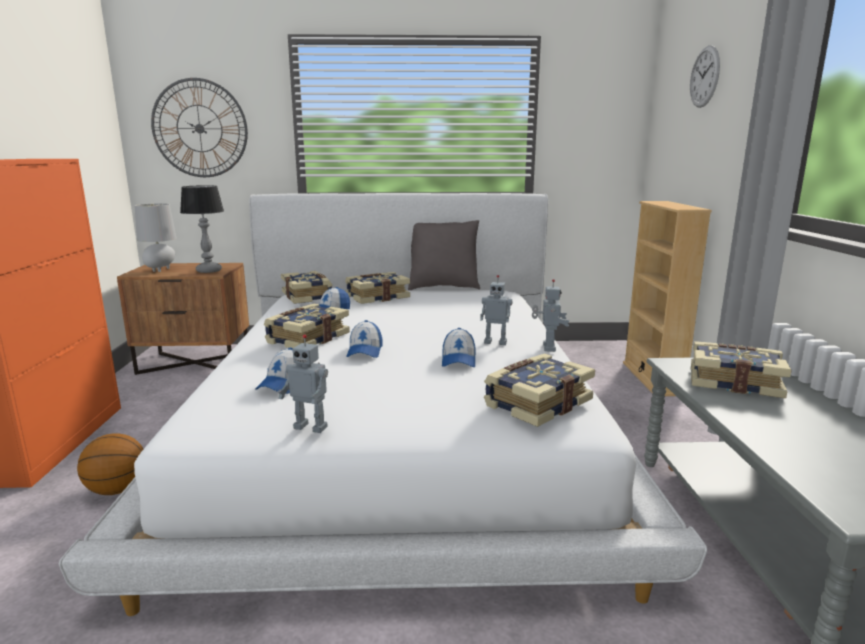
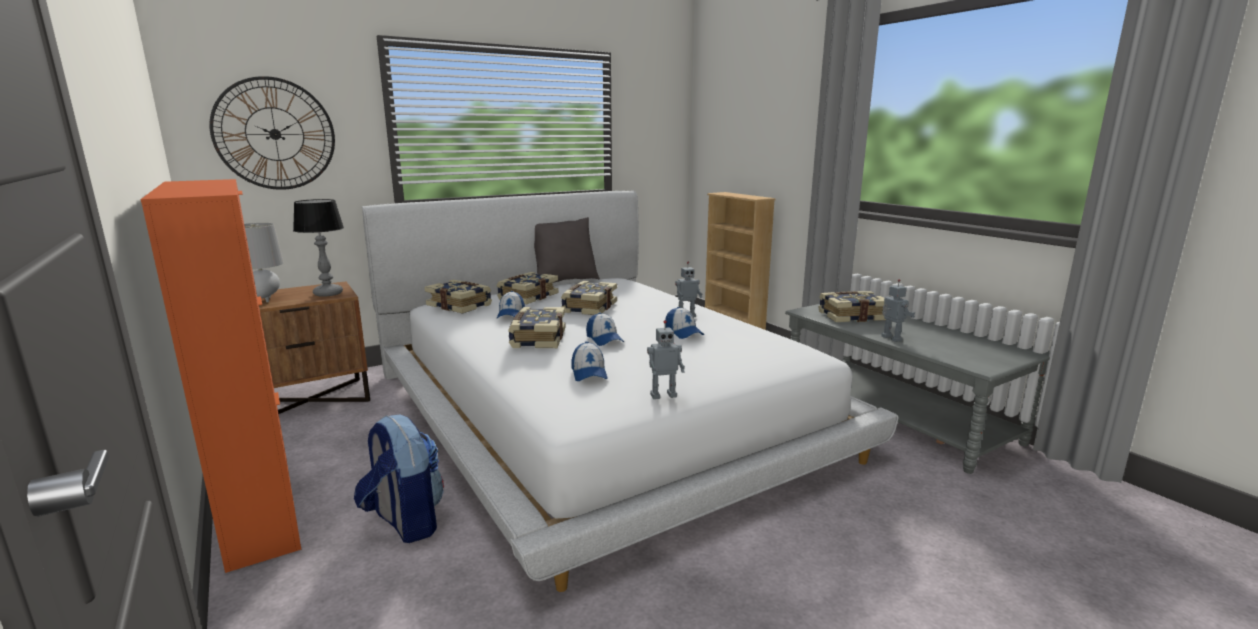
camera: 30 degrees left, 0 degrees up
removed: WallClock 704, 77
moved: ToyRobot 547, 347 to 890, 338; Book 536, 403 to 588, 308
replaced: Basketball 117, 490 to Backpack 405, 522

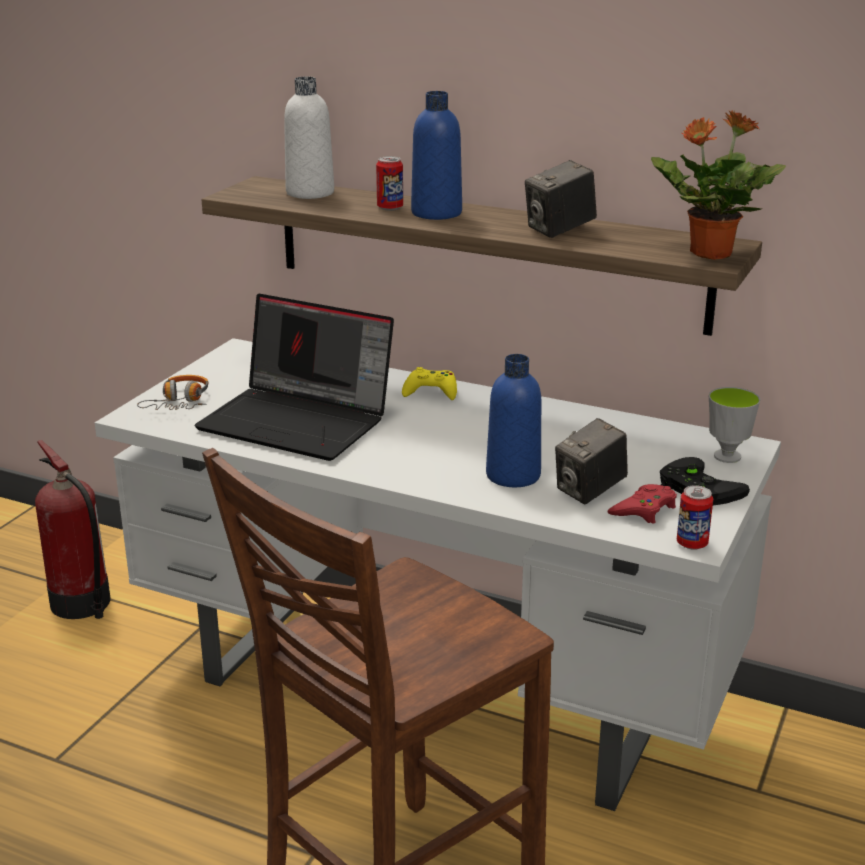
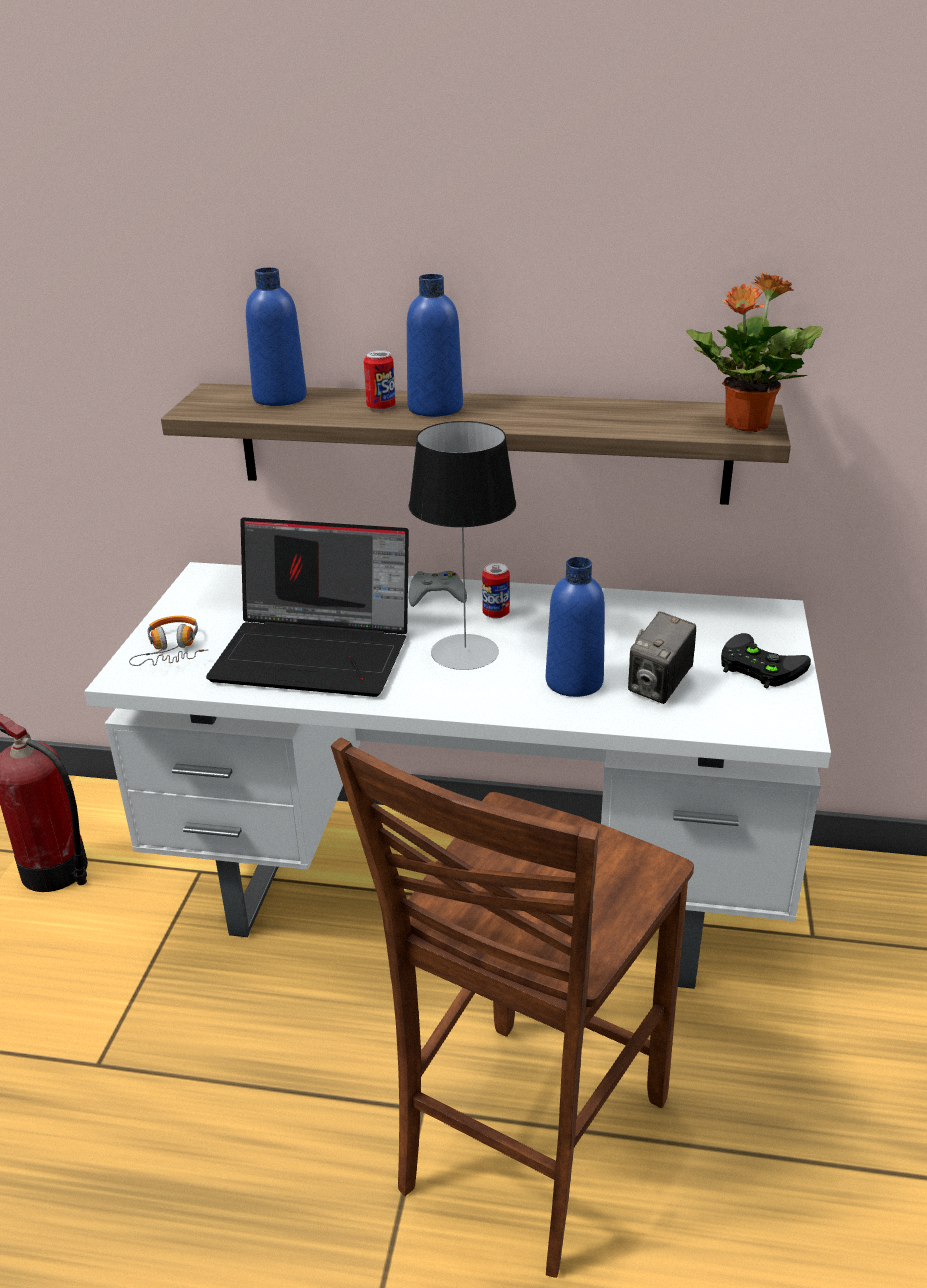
camera: 15 degrees left, 5 degrees up
removed: PhotoCamera 559, 230; Cup 727, 456; RedGameController 644, 509
added: TableLamp 465, 652
moved: Can 692, 544 to 496, 614
recoloured: WhiteBottle 310, 193 to BlueBottle 280, 398; YellowGameController 431, 391 to GreyGameController 436, 595

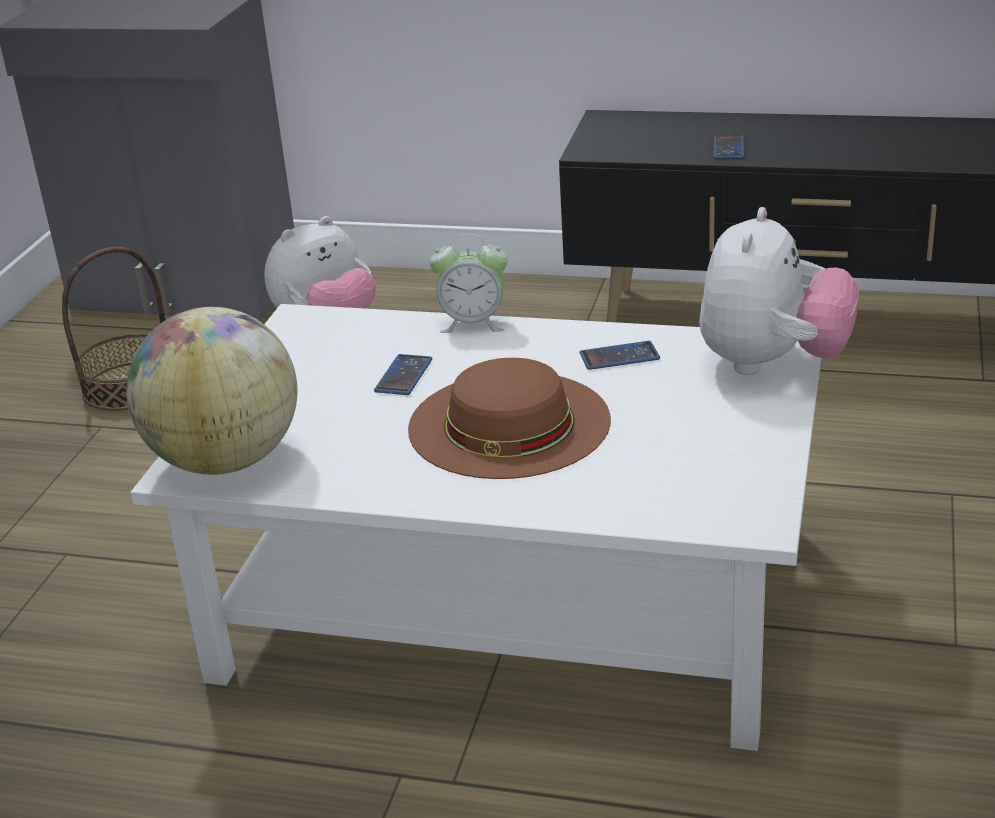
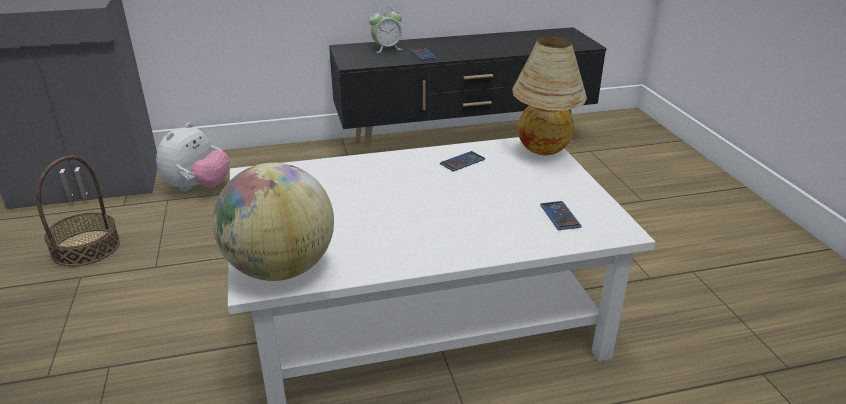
camera: 30 degrees left, 0 degrees up
removed: BrownHat 509, 424
moved: AlarmClock 473, 323 to 386, 49; Phone 403, 376 to 560, 216
replaced: PlushToy 772, 363 to TableLamp 542, 151

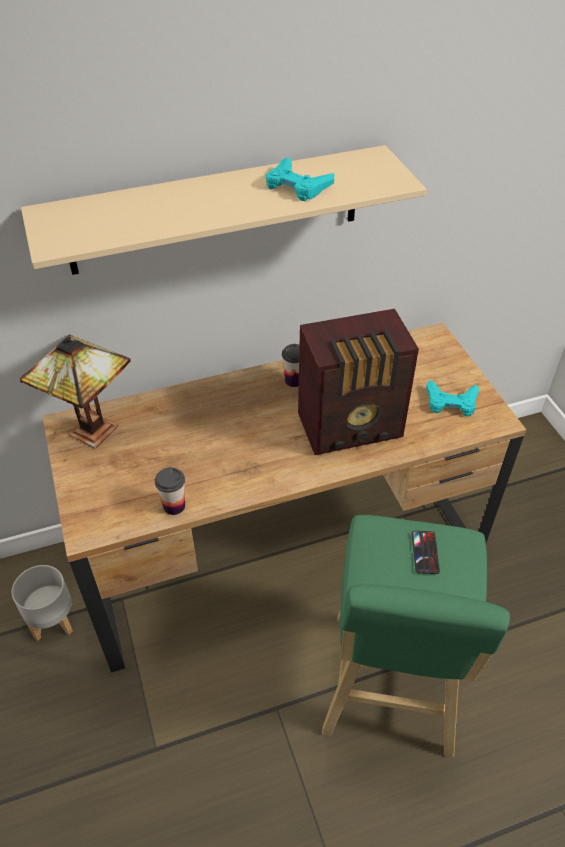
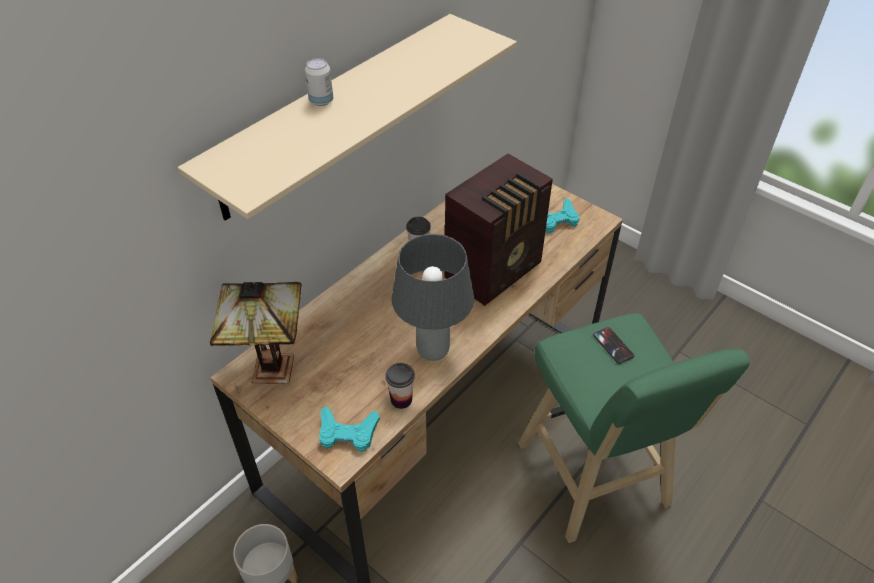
camera: 30 degrees left, 0 degrees up
added: Can 321, 101; GreyTableLamp 432, 350
moved: TurquoiseGameController 297, 186 to 347, 433

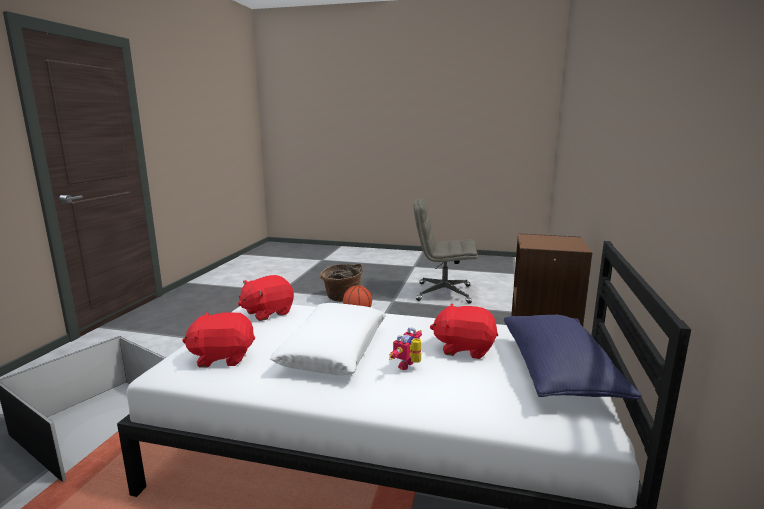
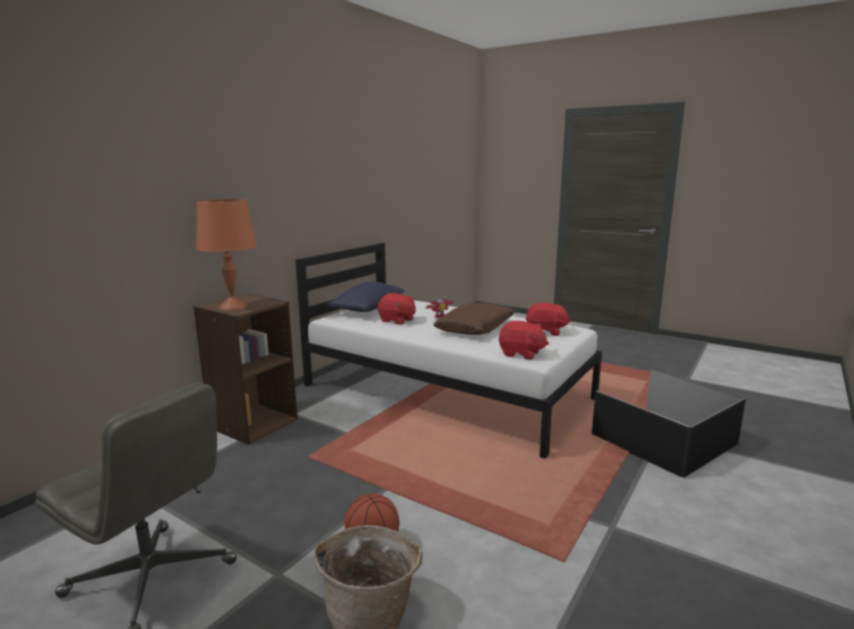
camera: 160 degrees left, 0 degrees up
added: OrangeTableLamp 233, 306
recoloured: WhitePillow 333, 349 to BrownPillow 475, 328
turned: RedPlushToy 267, 312 = 521, 354 45 degrees clockwise

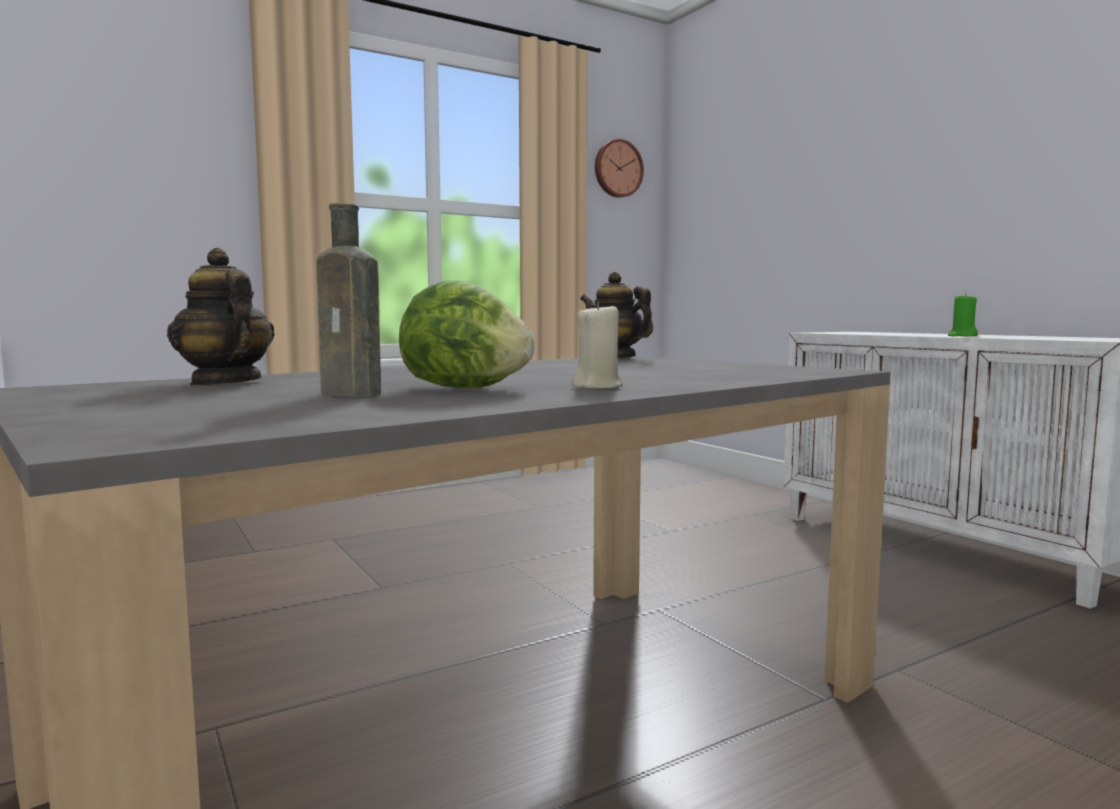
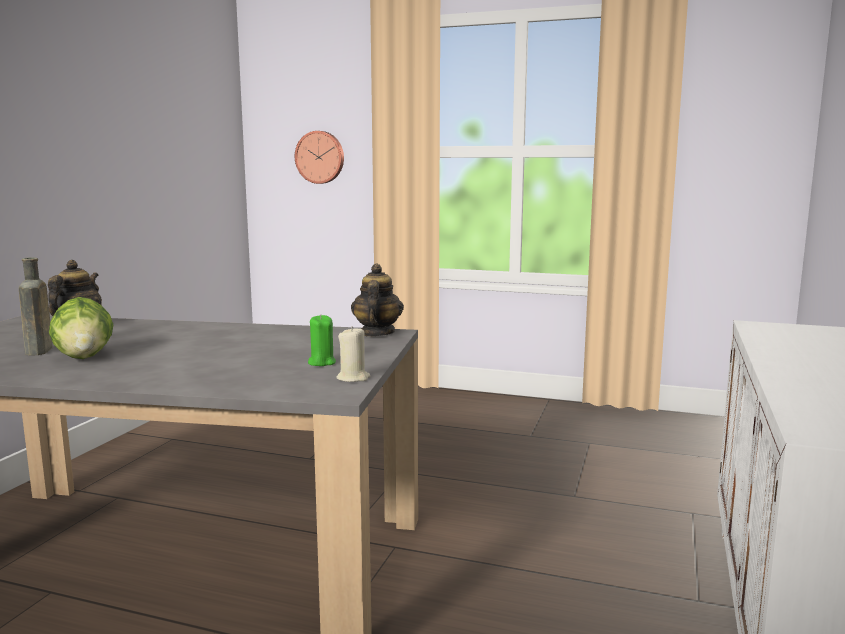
camera: 50 degrees right, 5 degrees up
moved: WallClock 617, 169 to 320, 157; GreenCandle 962, 336 to 321, 362; BeigeCandle 598, 387 to 353, 378

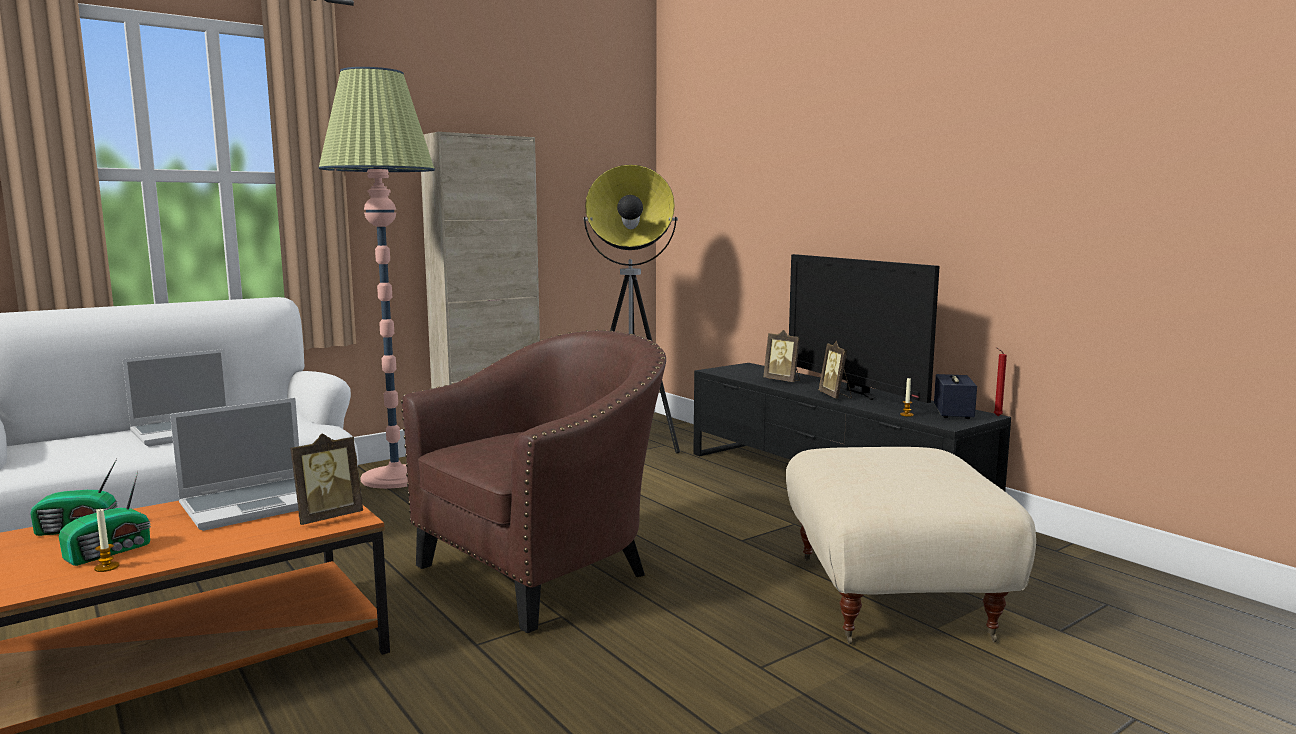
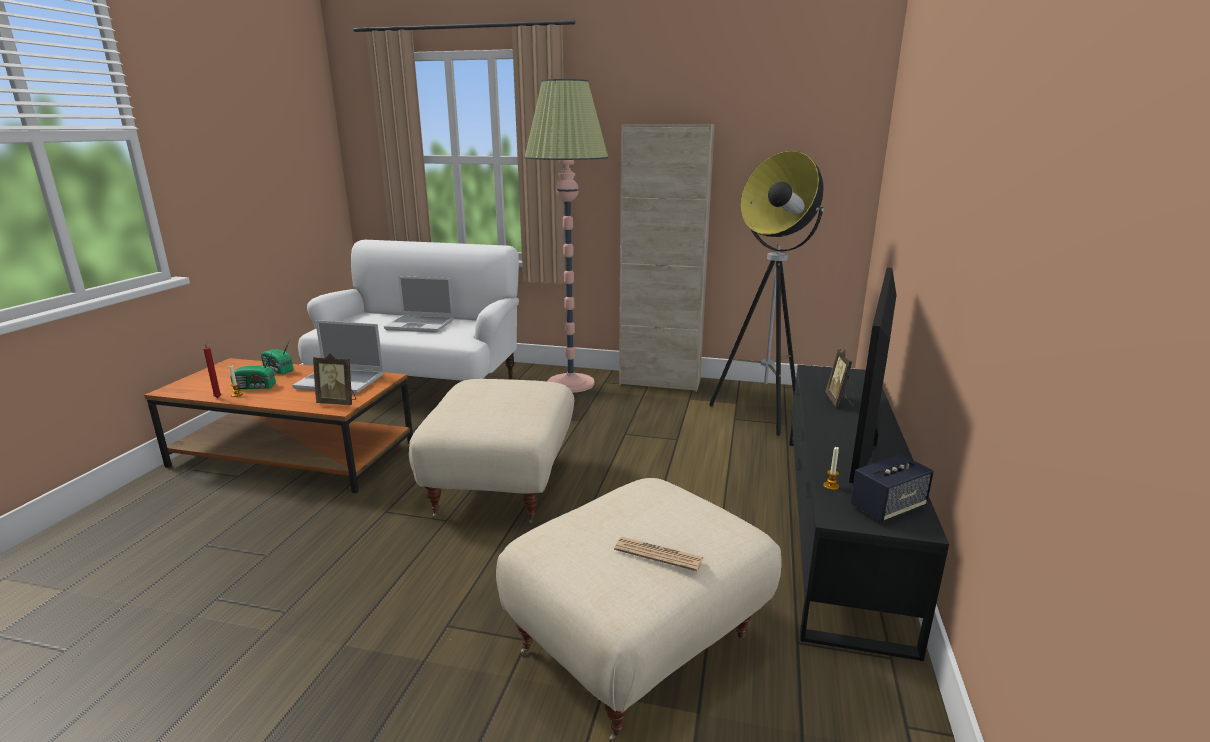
camera: 50 degrees right, 10 degrees up
removed: PictureFrame 835, 396
added: Newspaper 658, 554
moved: RedCandle 996, 416 to 218, 397
replaced: BrownArmchair 546, 570 to BeigeOttoman 503, 486

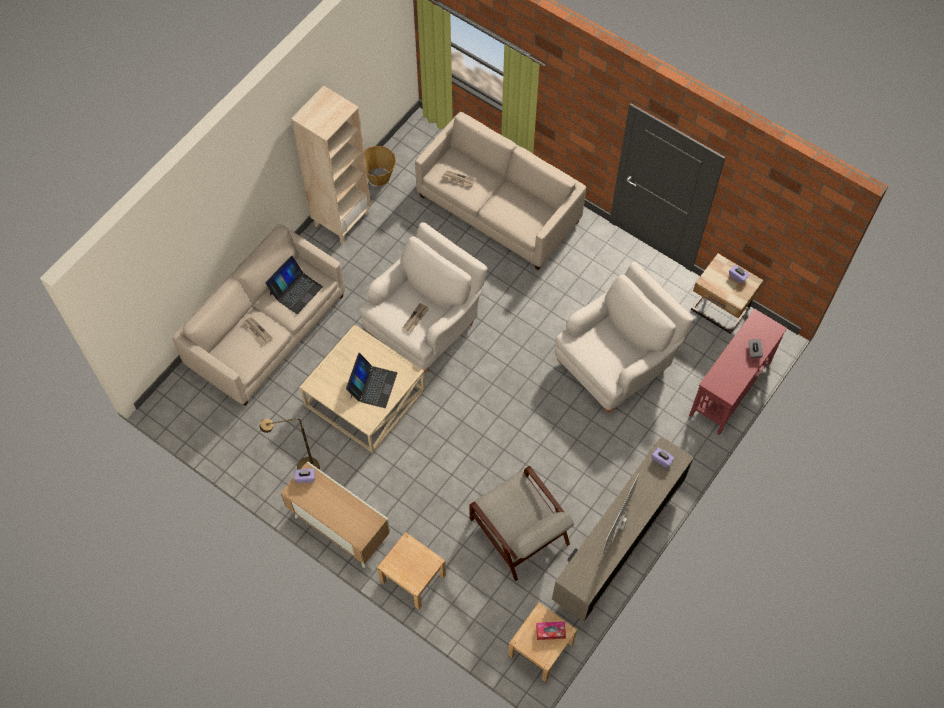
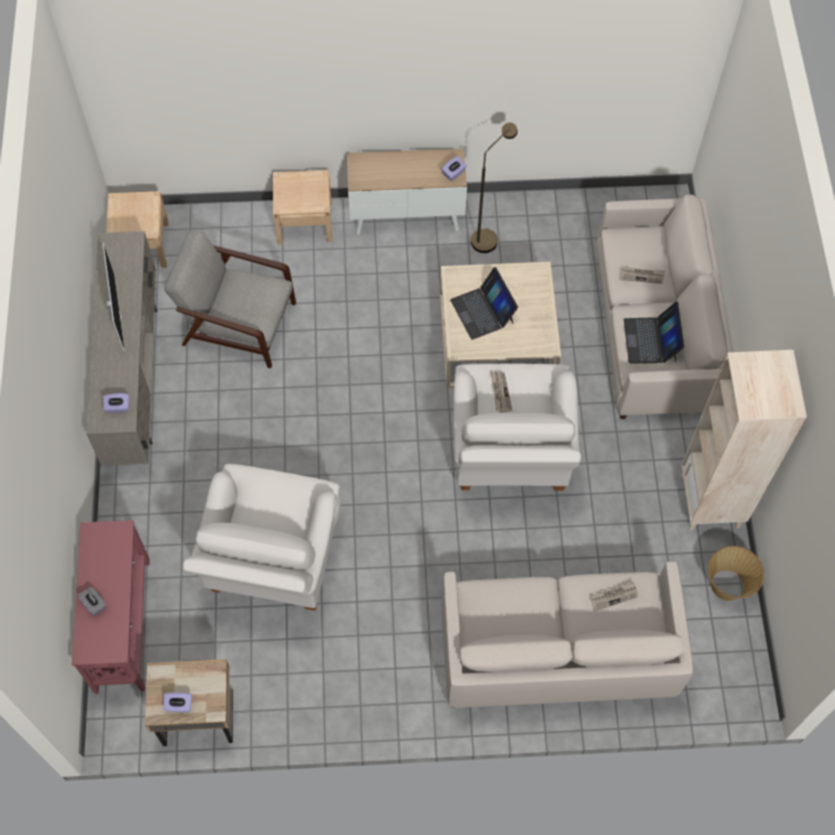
camera: 140 degrees right, 0 degrees up
removed: TissueBox 550, 632

